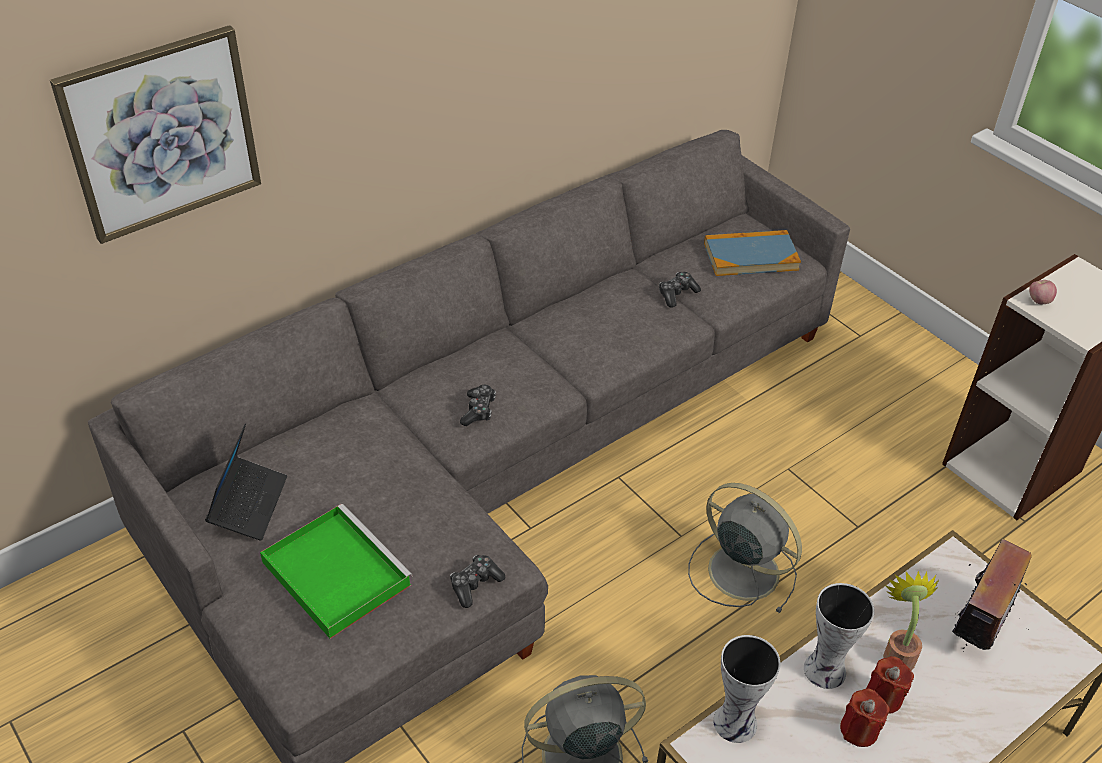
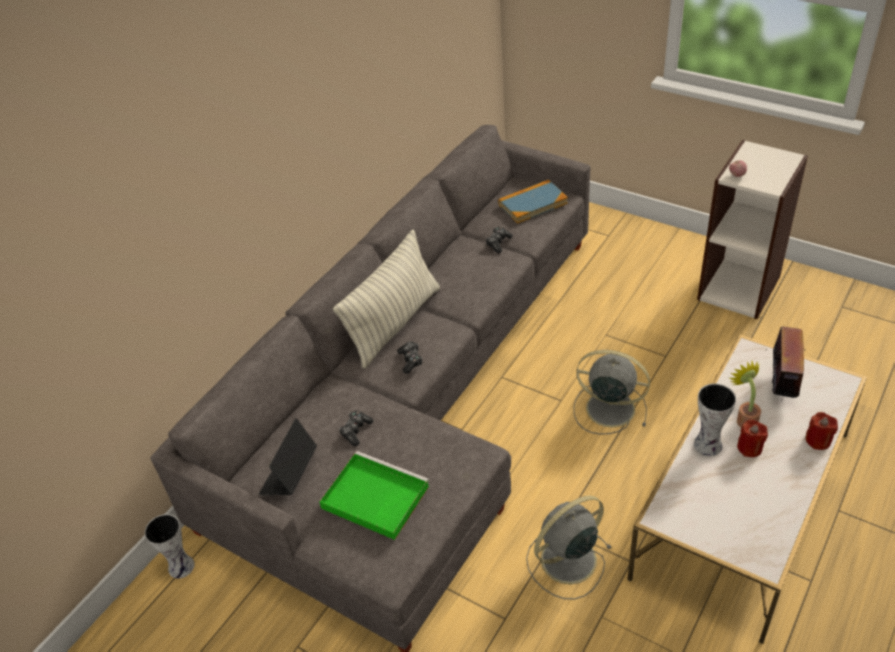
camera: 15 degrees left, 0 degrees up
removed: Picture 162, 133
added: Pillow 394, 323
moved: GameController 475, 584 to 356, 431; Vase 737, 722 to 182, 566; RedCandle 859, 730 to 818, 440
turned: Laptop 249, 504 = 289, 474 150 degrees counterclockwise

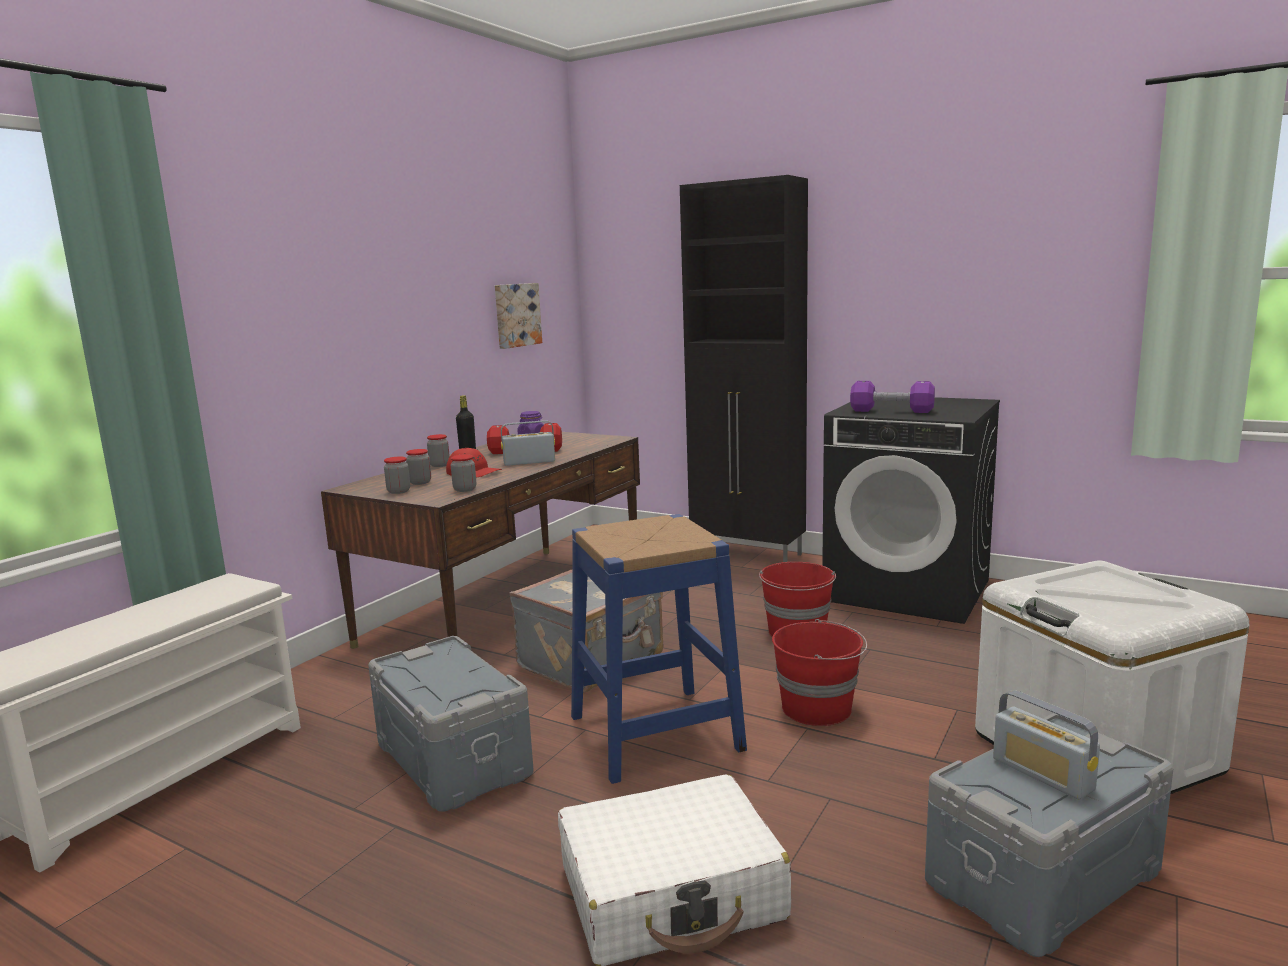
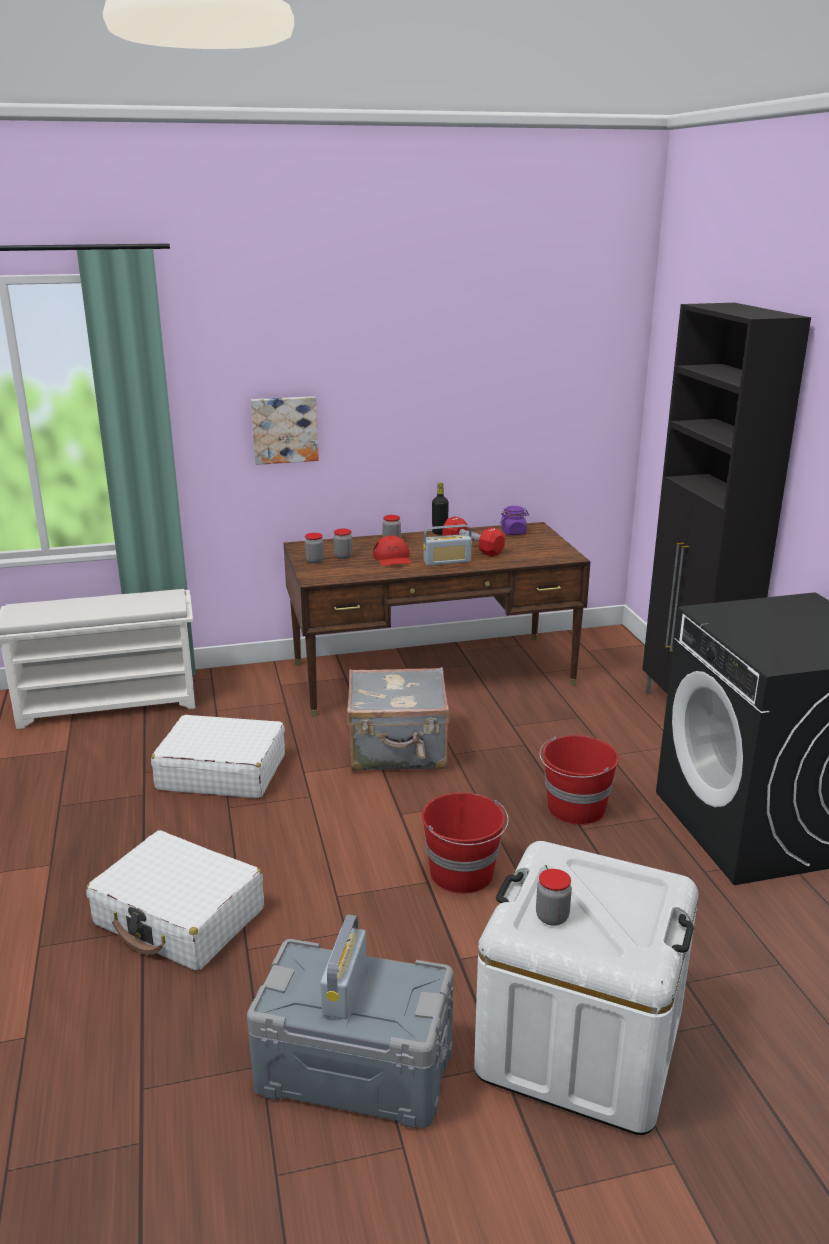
camera: 45 degrees right, 10 degrees up
removed: PurpleDumbbell 891, 411; BlueStool 655, 732
moved: Picture 516, 315 to 284, 429; Jar 465, 489 to 552, 917
replaced: GreyStorageBox 451, 759 to WhiteSuitcase 221, 772
turned: Radio 529, 462 = 447, 561 135 degrees clockwise

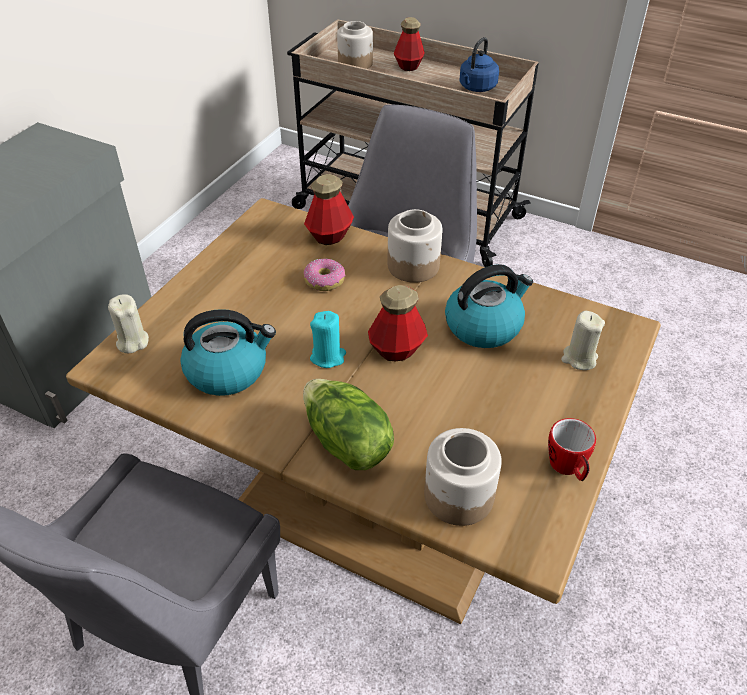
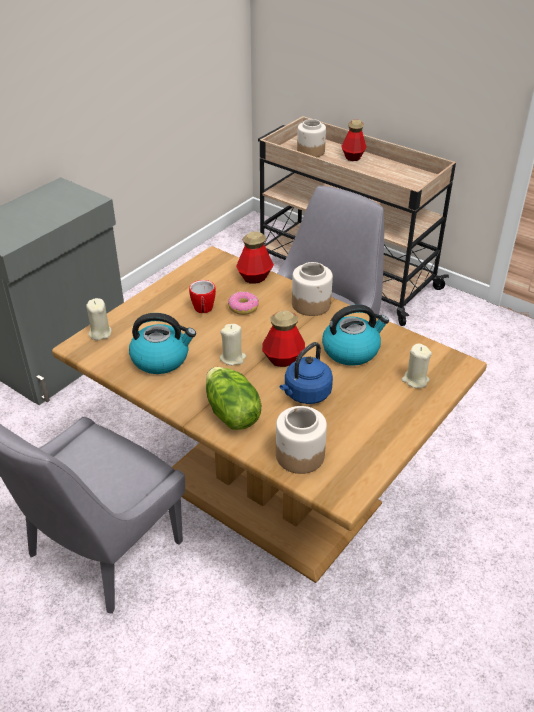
camera: 10 degrees right, 5 degrees down
moved: BlueKettle 476, 88 to 305, 394; Mug 568, 468 to 203, 310
recoloured: TurquoiseCandle 328, 357 to BeigeCandle 232, 358

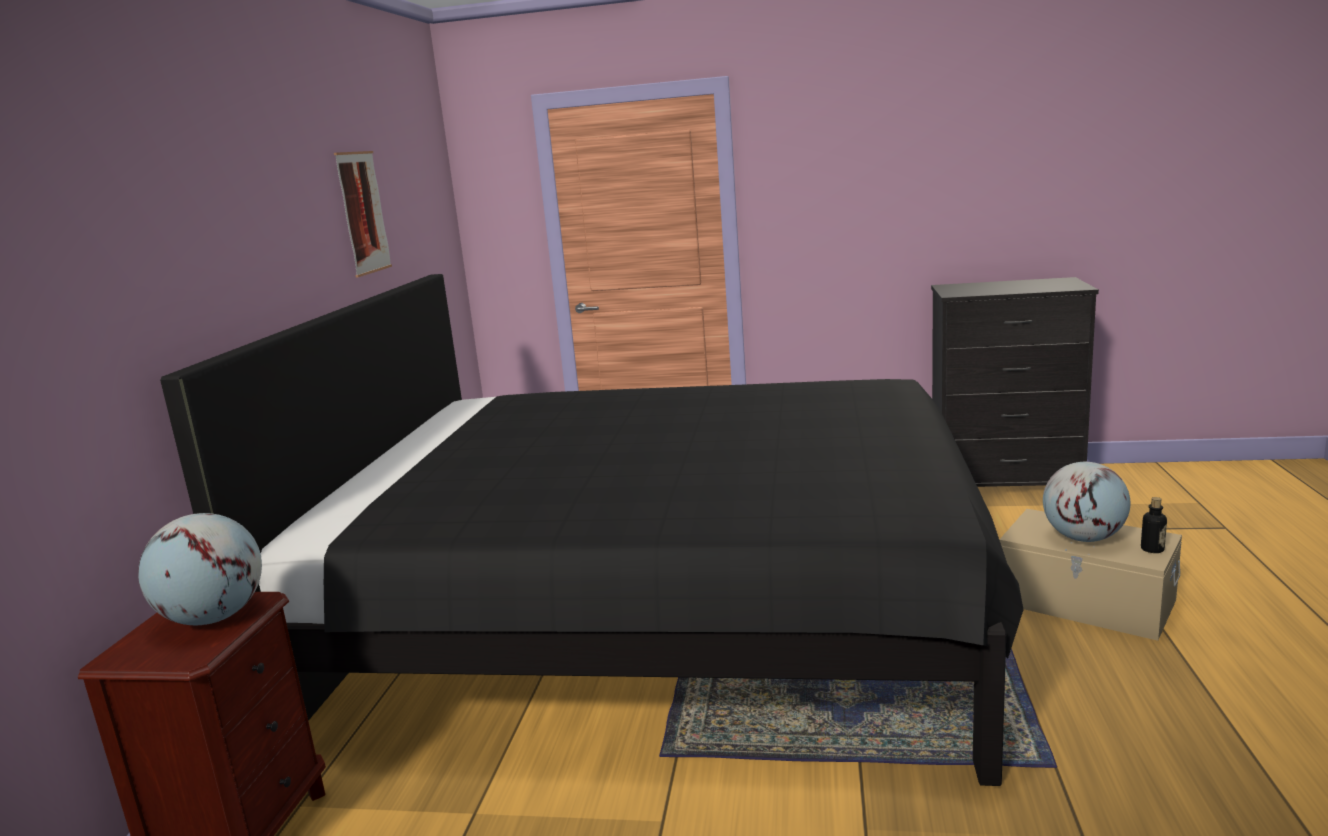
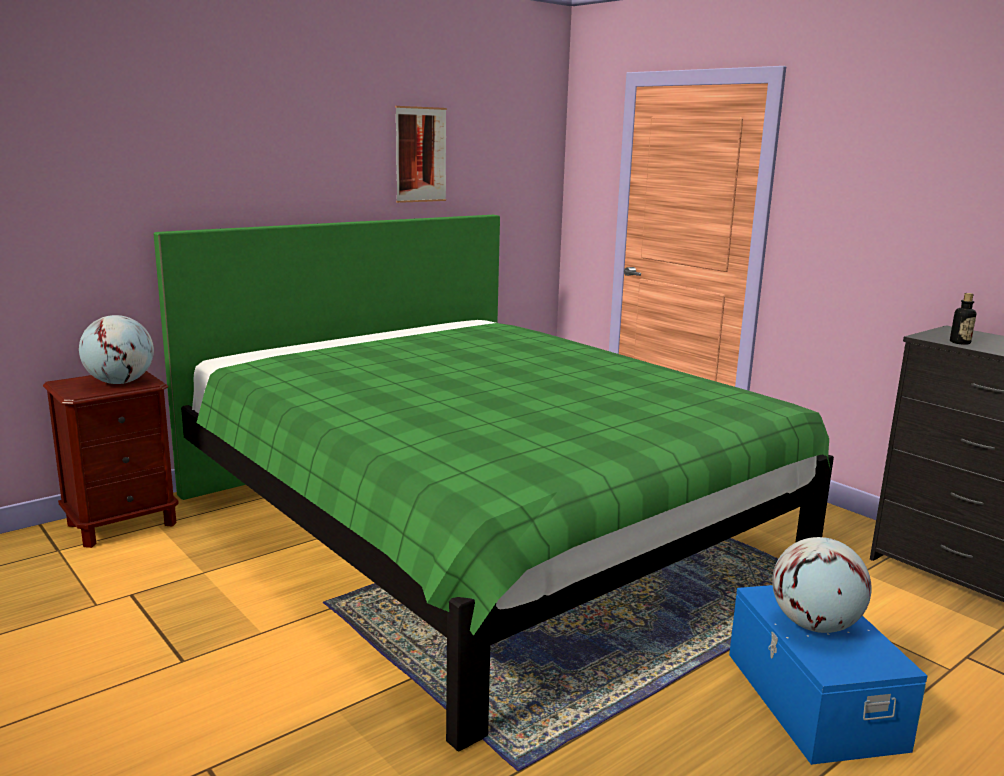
camera: 40 degrees right, 0 degrees up
moved: Bottle 1152, 549 to 960, 342
recoloured: BlackBed 657, 613 to GreenBed 479, 528; BeigeStorageBox 1085, 602 to BlueStorageBox 811, 700

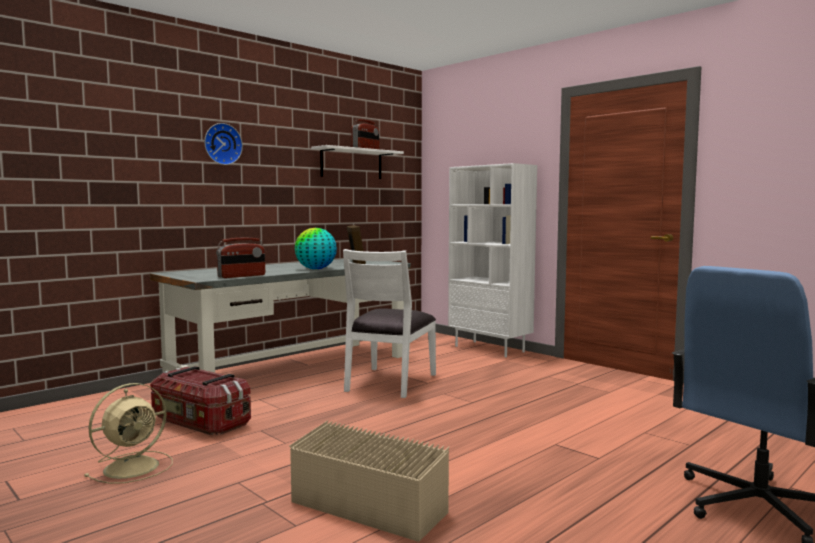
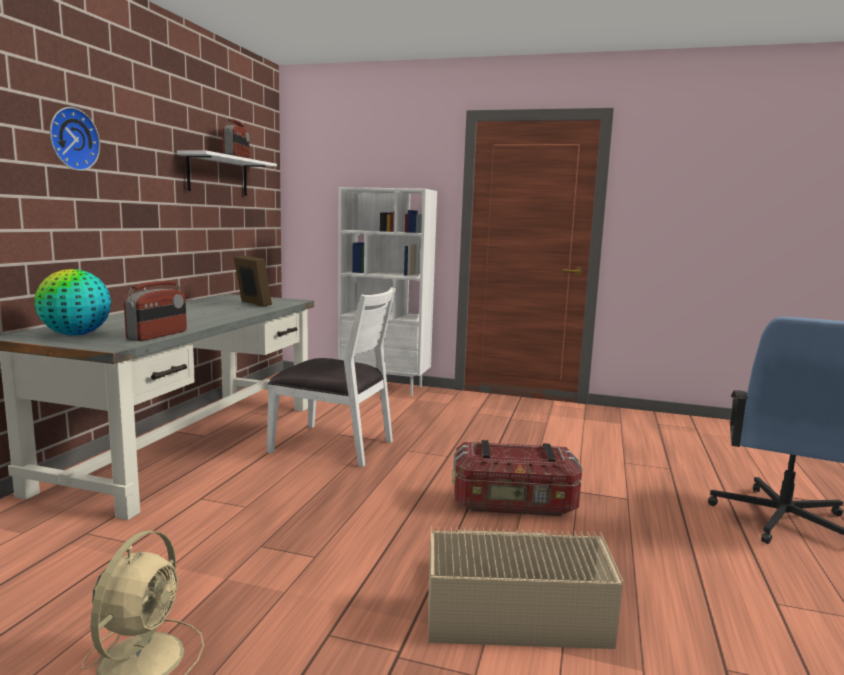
camera: 30 degrees left, 5 degrees up
moved: Globe 315, 269 to 76, 335; StorageBox 199, 422 to 514, 504
turned: WhiteChair 389, 382 = 333, 445 60 degrees counterclockwise

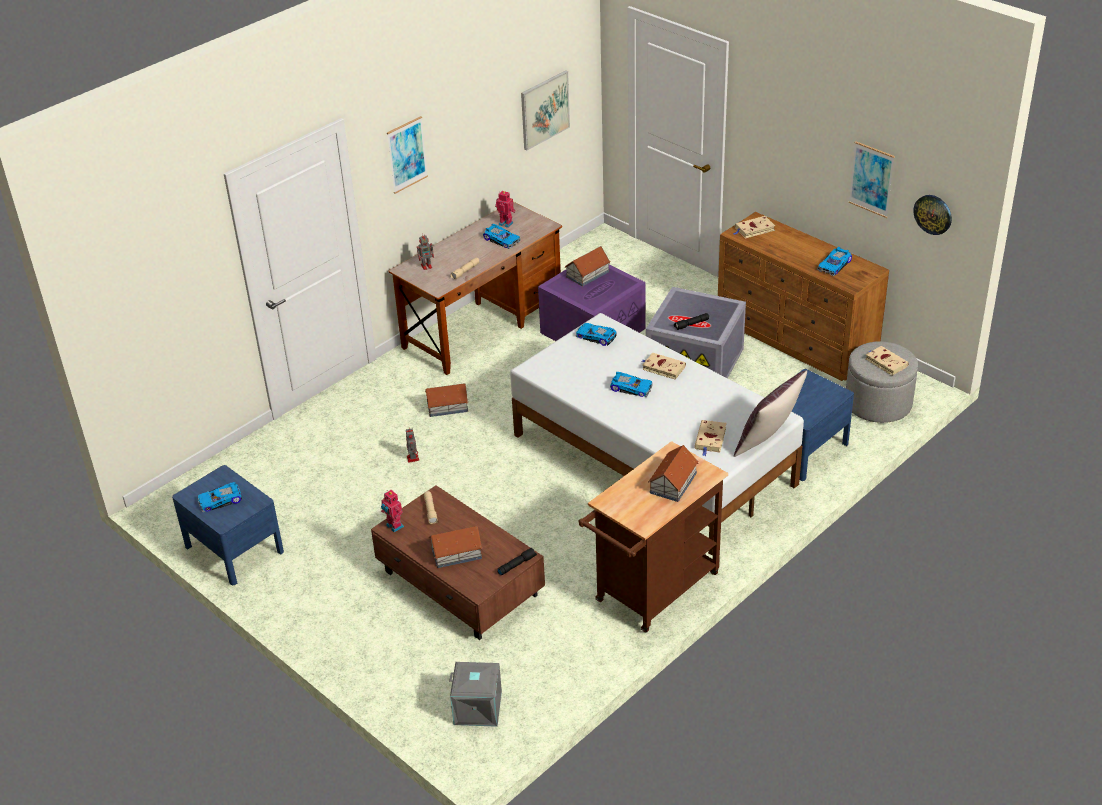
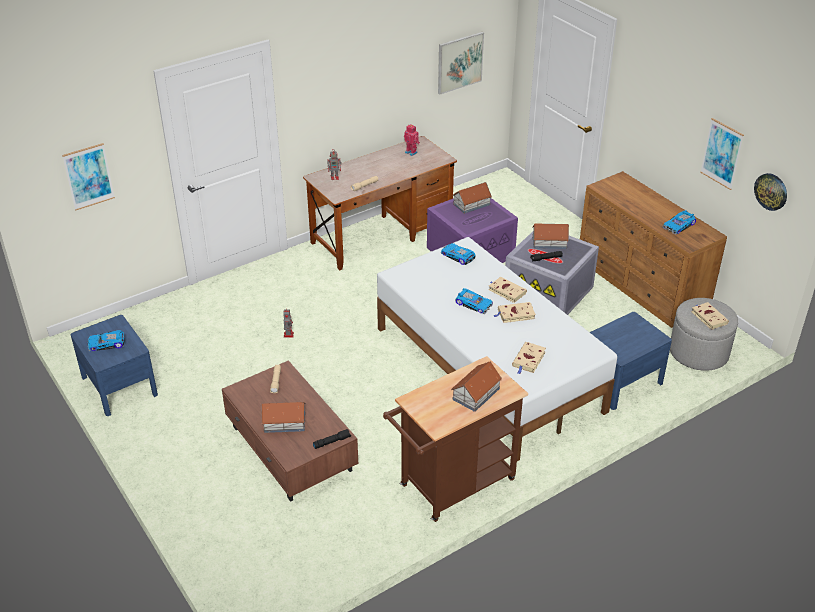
camera: 10 degrees right, 0 degrees up
removed: ToyCar 502, 239; BrownPillow 768, 441; ToyRobot 394, 526; GreyStorageBox 477, 709
moved: Picture 407, 154 to 88, 176; BeigeBook 753, 229 to 515, 314; ToyHouse 447, 406 to 549, 242

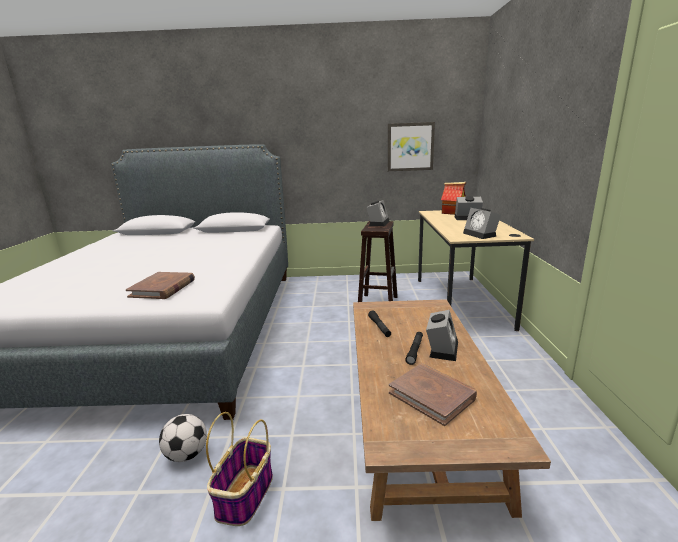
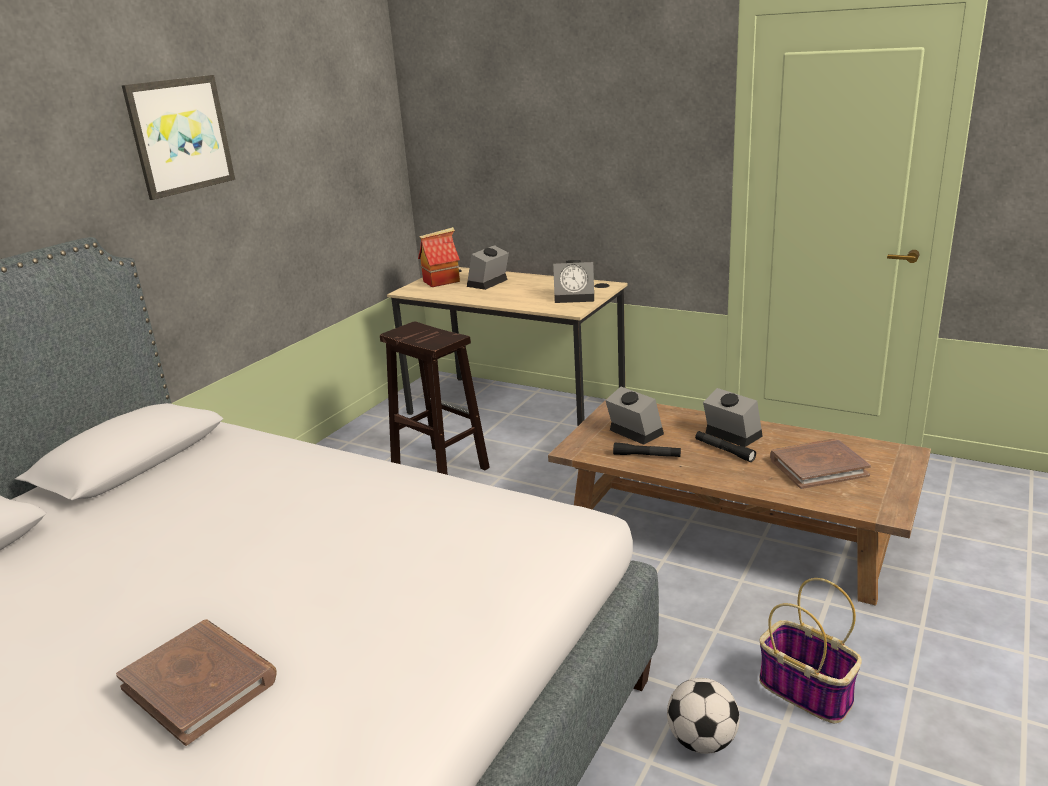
camera: 60 degrees left, 5 degrees up
moved: Picture 410, 147 to 180, 135; AlarmClock 378, 223 to 633, 432; BrownBook 163, 288 to 200, 684

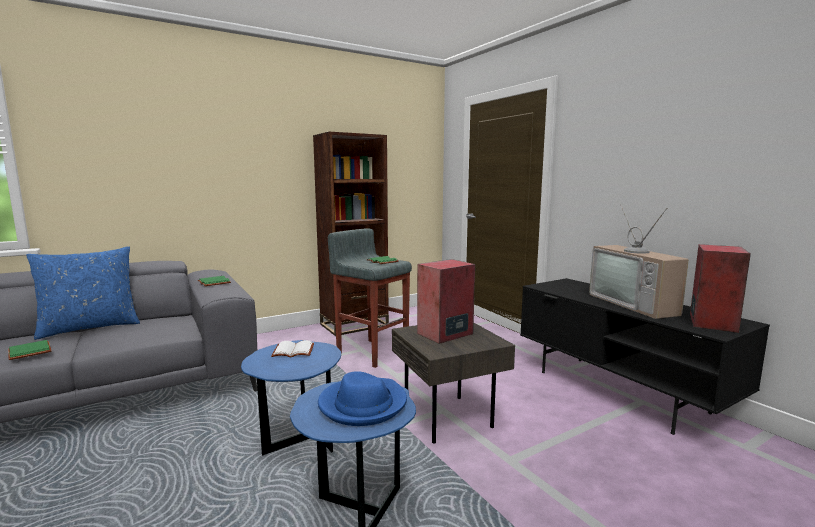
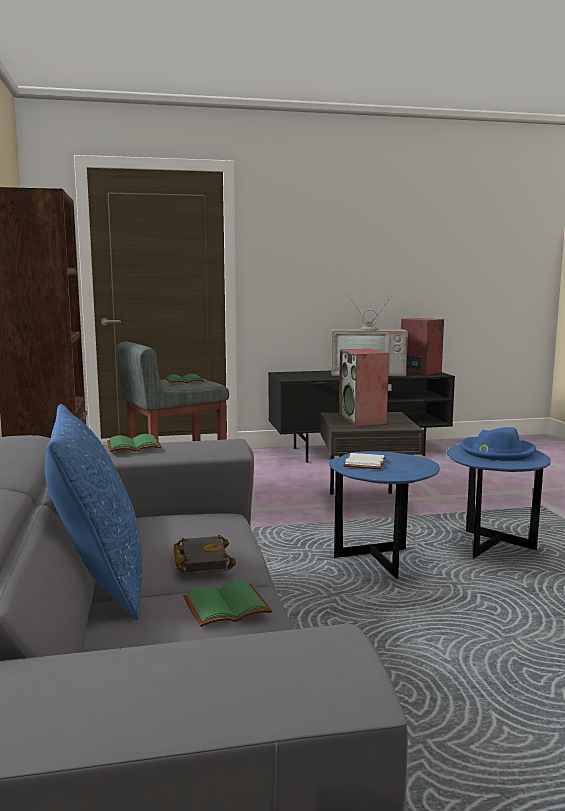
camera: 70 degrees left, 0 degrees up
added: BlackBook 200, 560

